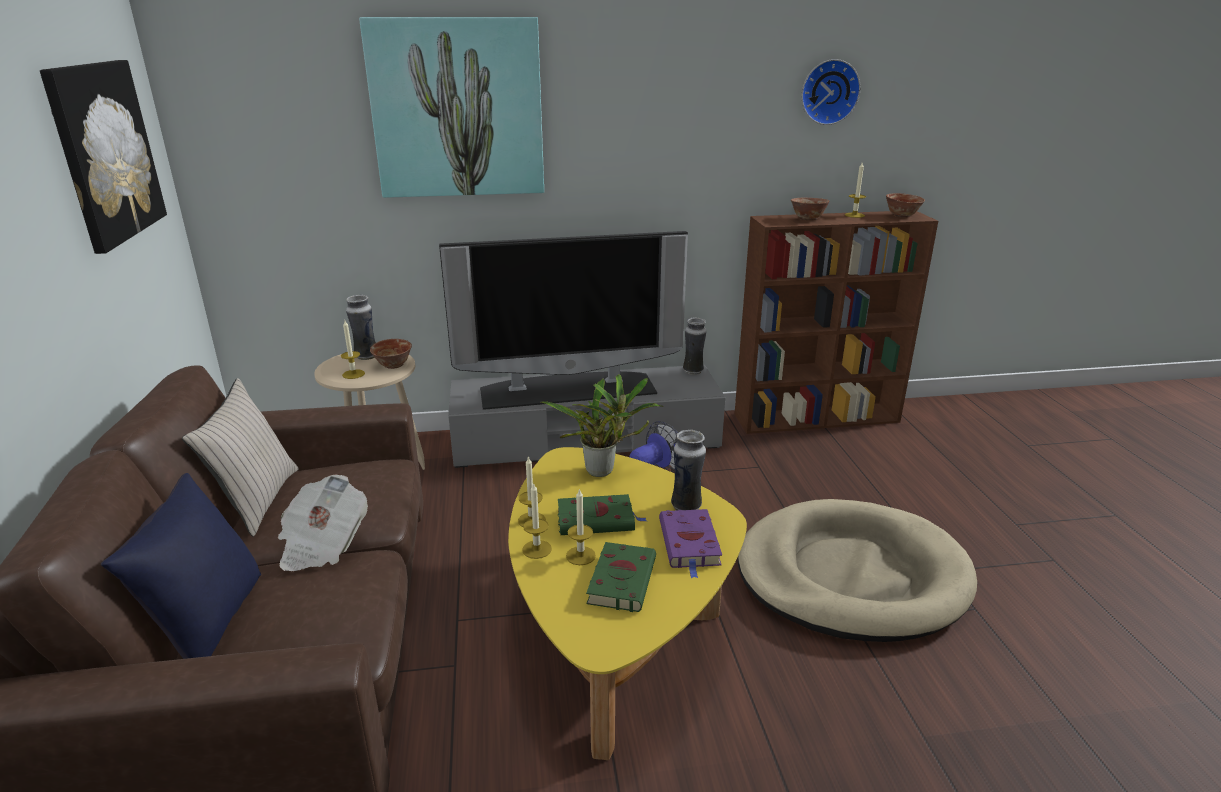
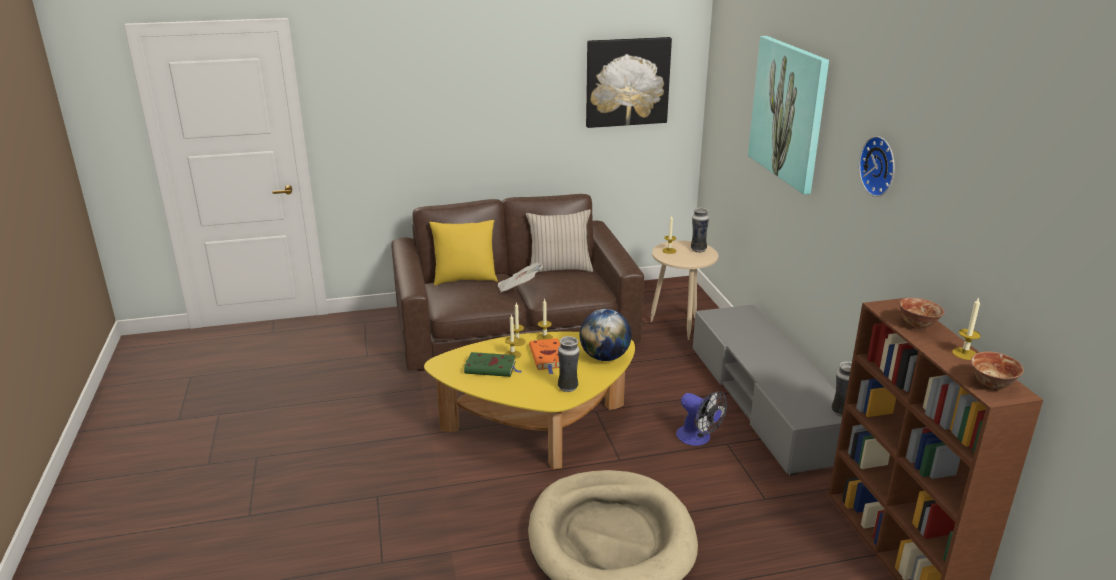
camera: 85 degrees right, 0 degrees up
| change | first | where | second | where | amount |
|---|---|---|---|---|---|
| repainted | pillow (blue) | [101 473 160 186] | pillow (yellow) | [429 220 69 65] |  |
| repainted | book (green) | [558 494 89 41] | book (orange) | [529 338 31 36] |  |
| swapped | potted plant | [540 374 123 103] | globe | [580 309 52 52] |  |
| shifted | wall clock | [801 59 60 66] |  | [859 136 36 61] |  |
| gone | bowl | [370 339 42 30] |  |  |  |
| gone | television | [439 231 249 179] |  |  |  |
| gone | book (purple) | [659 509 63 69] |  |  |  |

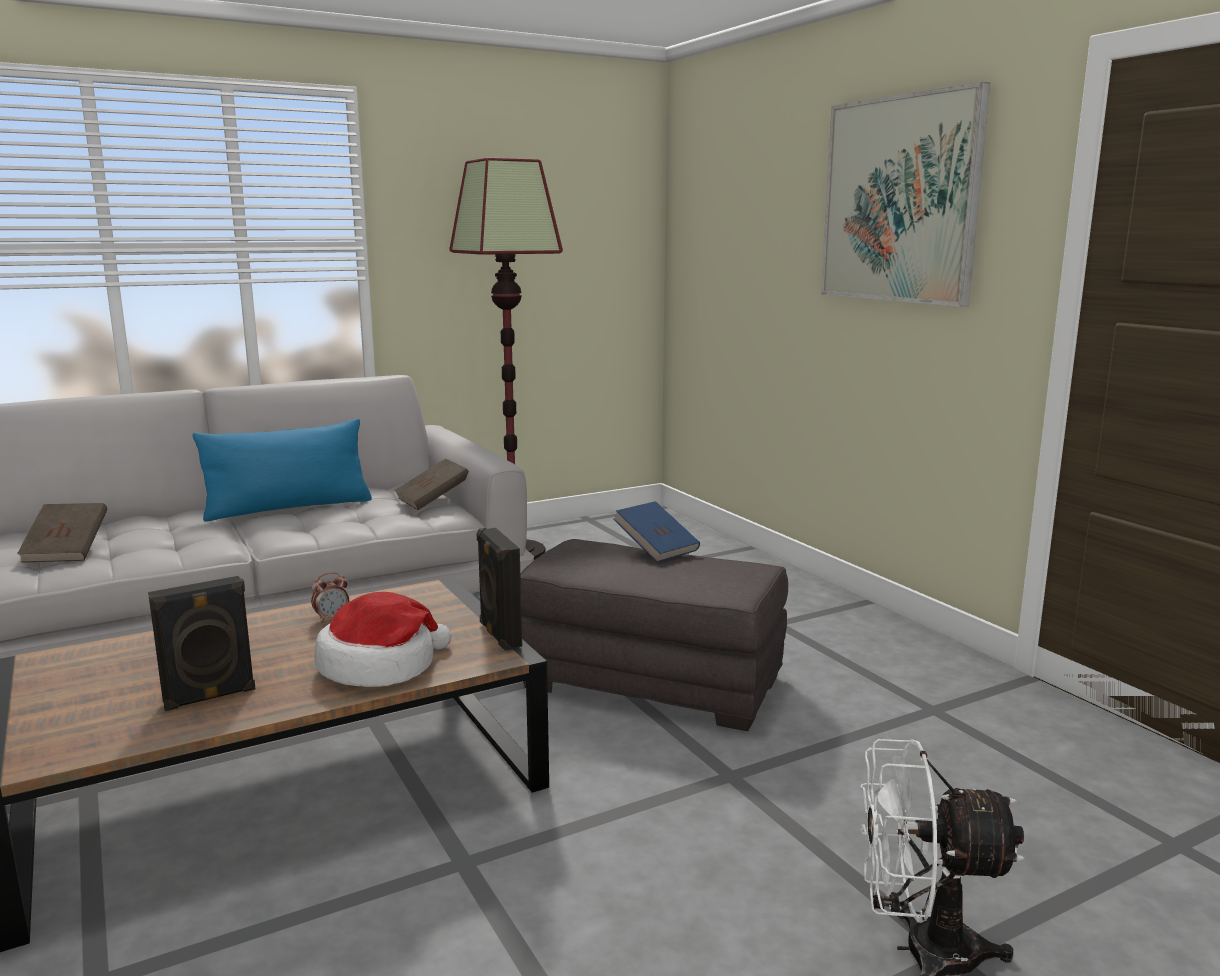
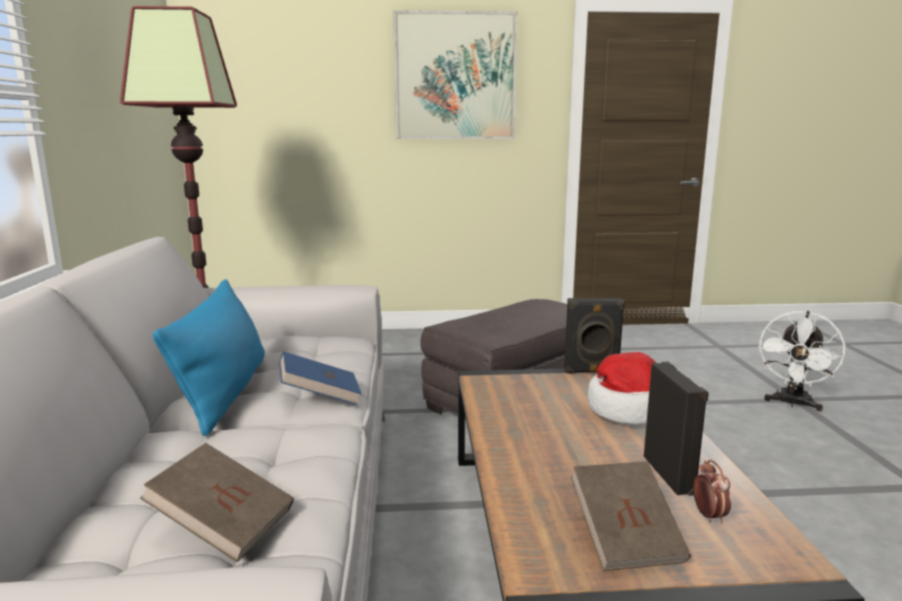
camera: 65 degrees left, 0 degrees up
| change | first | where | second | where | amount |
|---|---|---|---|---|---|
| shifted | book (blue) | [613 501 87 61] |  | [279 351 83 54] |  |
| shifted | book (brown) | [394 458 75 52] |  | [571 461 120 110] |  |
| shifted | alarm clock | [311 572 38 51] |  | [693 460 38 63] |  |

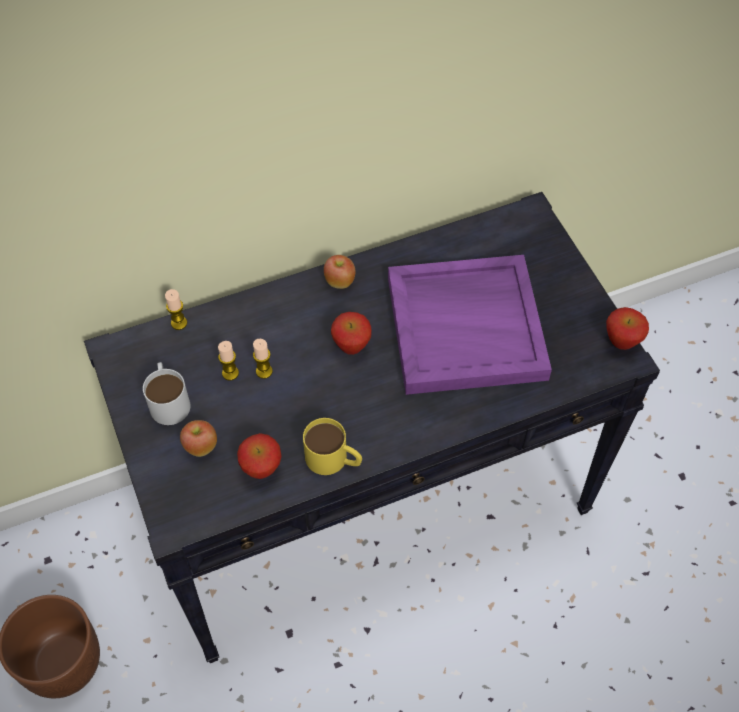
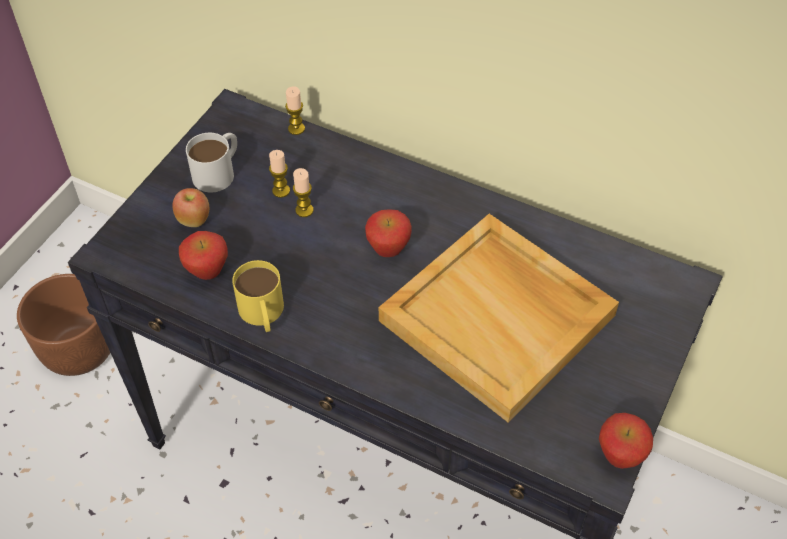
camera: 50 degrees right, 5 degrees down
| change | first | where | second | where | amount |
|---|---|---|---|---|---|
| repainted | tray (purple) | [388 255 164 140] | tray (beige) | [379 214 240 209] |  |
| gone | apple | [324 255 31 34] |  |  |  |

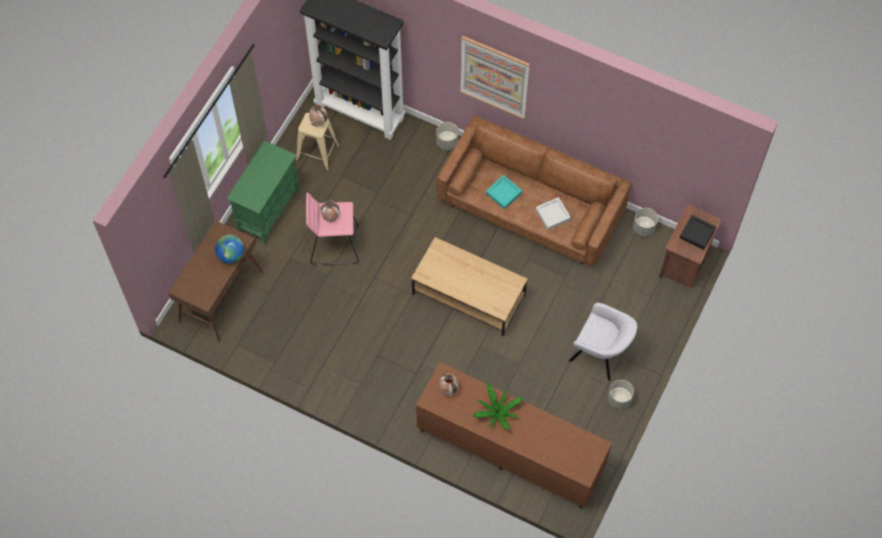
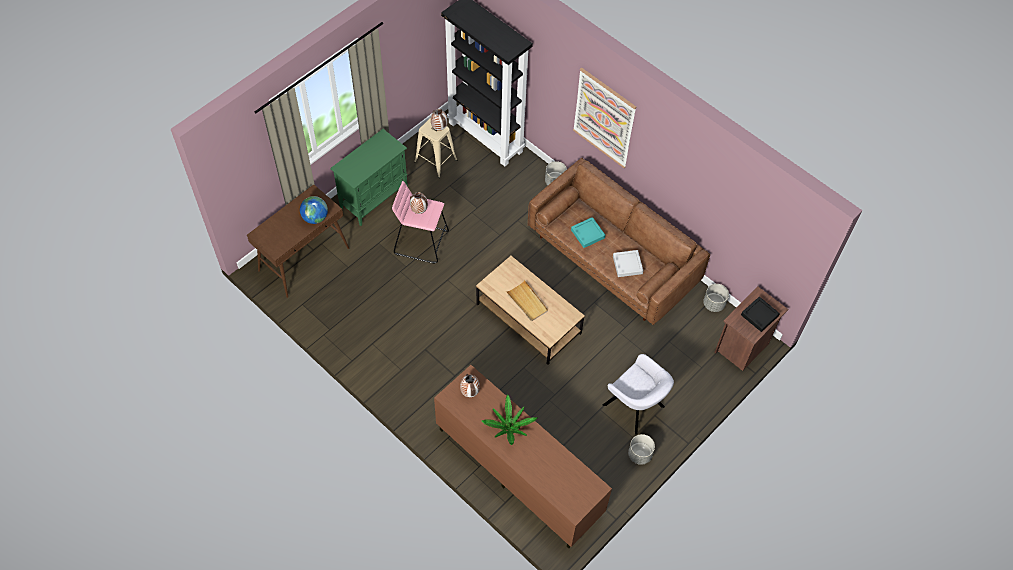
camera: 15 degrees right, 5 degrees down
| change | first | where | second | where | amount |
|---|---|---|---|---|---|
| new |  |  | tray (beige) | [507 280 41 41] |  |

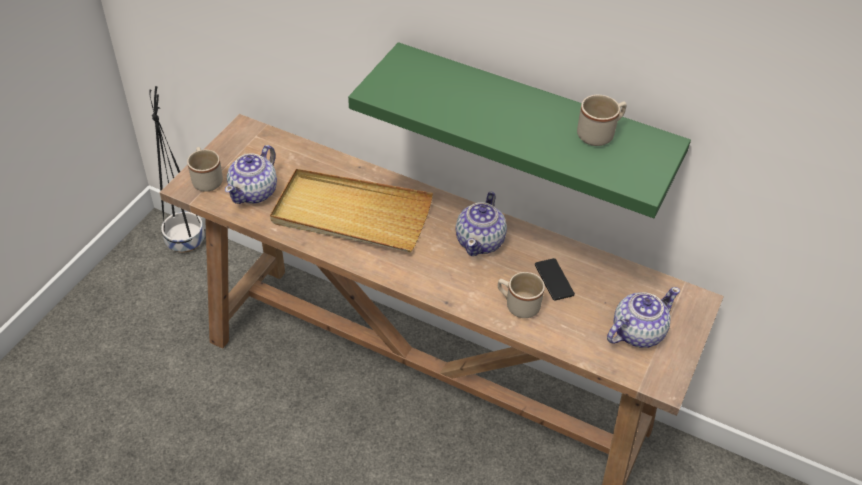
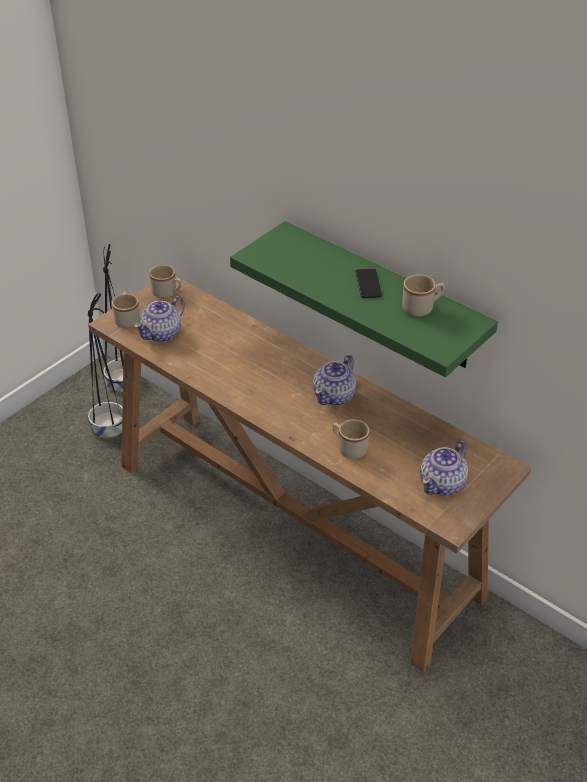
camera: 15 degrees right, 5 degrees down
| change | first | where | second | where | amount |
|---|---|---|---|---|---|
| new |  |  | planter (black) | [88 293 35 146] |  |
| new |  |  | mug (beige) | [149 265 33 33] |  |
| shifted | phone | [535 258 40 43] |  | [355 269 27 29] |  |
| rotated | teapot | [607 287 73 61] |  | [420 441 48 55] | 150 degrees clockwise |
| gone | tray (beige) | [270 169 163 83] |  |  |  |

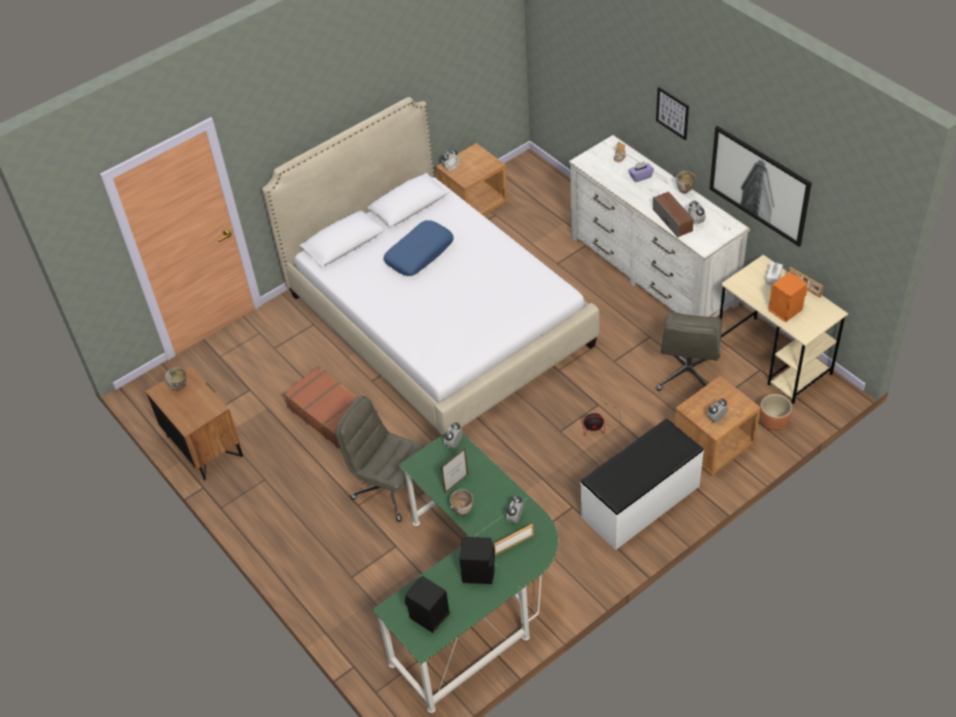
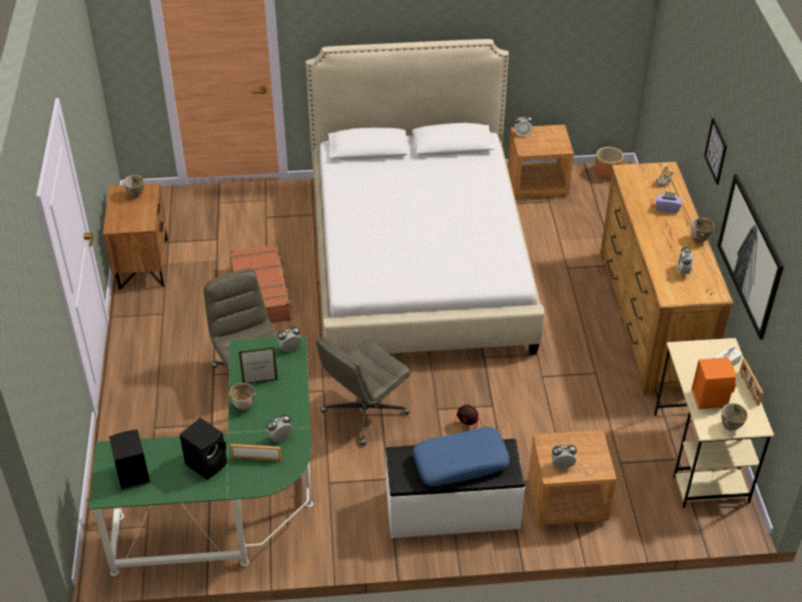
camera: 30 degrees right, 5 degrees down
| change | first | where | second | where | amount |
|---|---|---|---|---|---|
| shifted | office chair (grey) | [656 312 66 79] |  | [316 337 95 109] |  |
| shifted | pillow (blue) | [384 220 70 56] |  | [413 427 97 59] |  |
| shifted | planter (brown) | [759 394 33 37] |  | [595 147 29 32] |  |
| repainted | dresser (white) | [569 135 181 182] | dresser (brown) | [600 162 134 233] |  |
| new |  |  | bowl | [721 403 27 28] |  |
| gone | speaker | [653 192 41 45] |  |  |  |

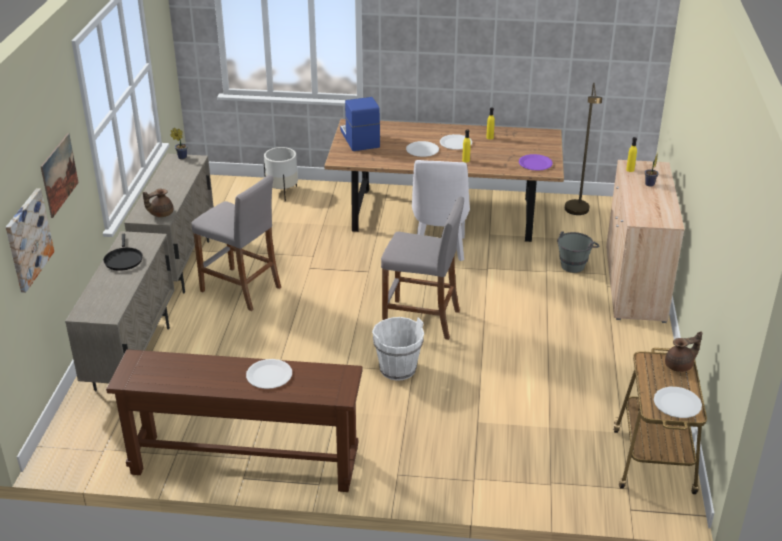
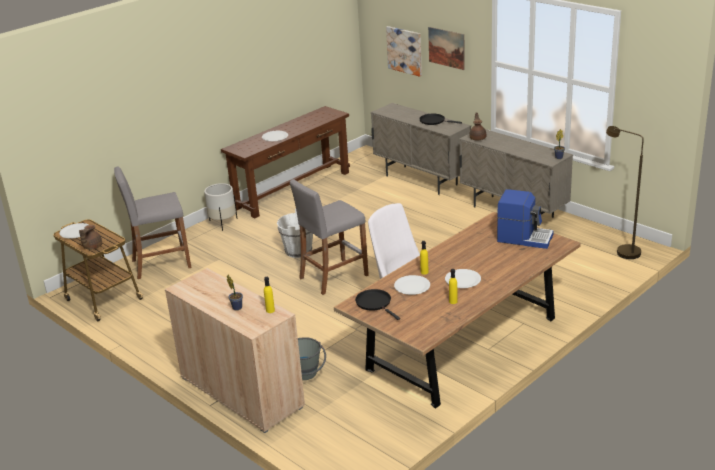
camera: 130 degrees right, 5 degrees down
| change | first | where | second | where | amount |
|---|---|---|---|---|---|
| shifted | stool (grey) | [192 175 89 136] |  | [114 166 77 113] |  |
| shifted | planter (white) | [264 147 34 54] |  | [204 183 33 48] |  |
| swapped | plate (purple) | [519 154 34 17] | frying pan (black) | [355 289 45 31] |  |
| shifted | plate (white) | [406 141 33 16] |  | [394 275 36 20] |  |
| shifted | floor lamp (brown) | [565 82 37 133] |  | [606 126 38 133] |  |

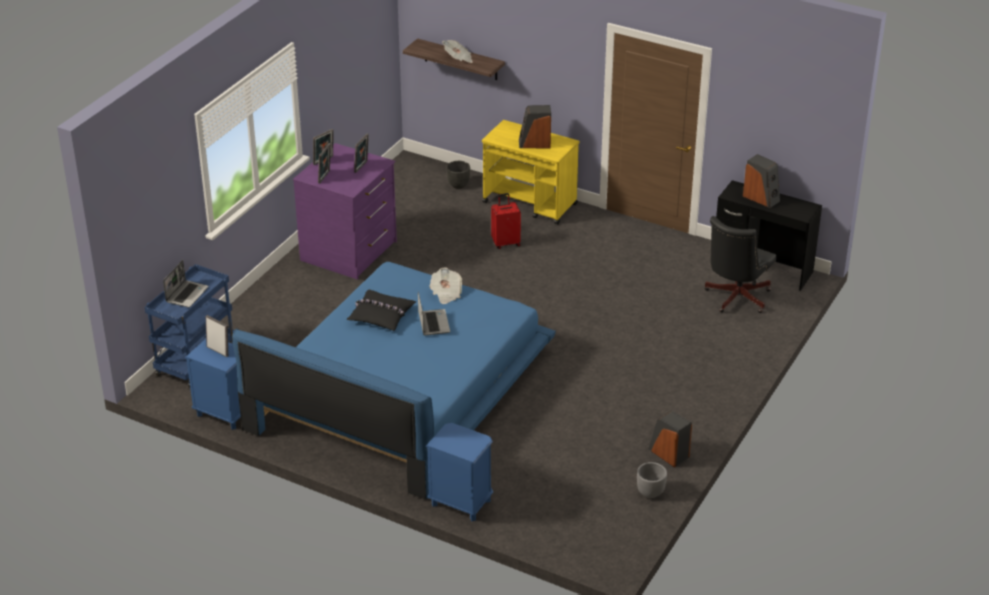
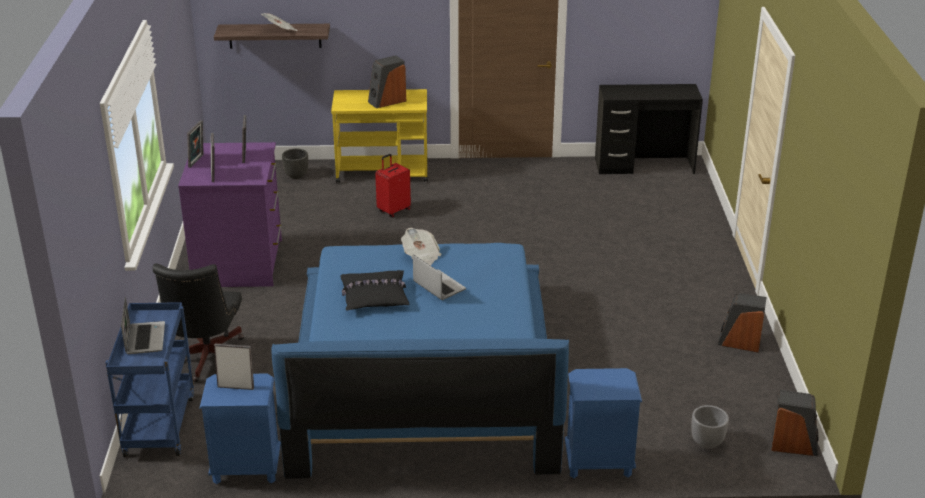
camera: 30 degrees left, 5 degrees down
| change | first | where | second | where | amount |
|---|---|---|---|---|---|
| shifted | office chair (black) | [705 216 71 97] |  | [153 263 91 119] |  |
| shifted | planter (grey) | [637 462 30 36] |  | [691 405 38 44] |  |
| shifted | speaker | [743 154 37 54] |  | [771 390 47 66] |  |

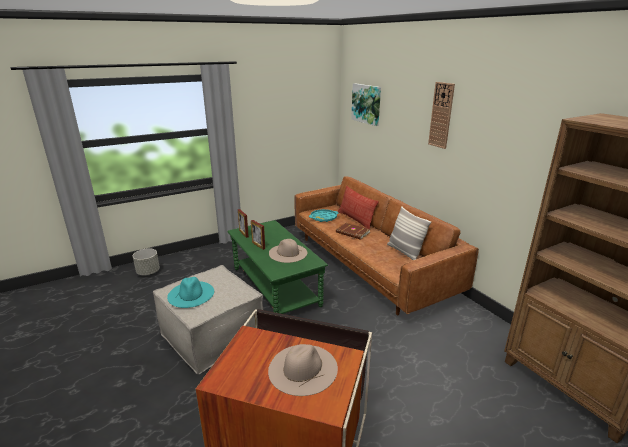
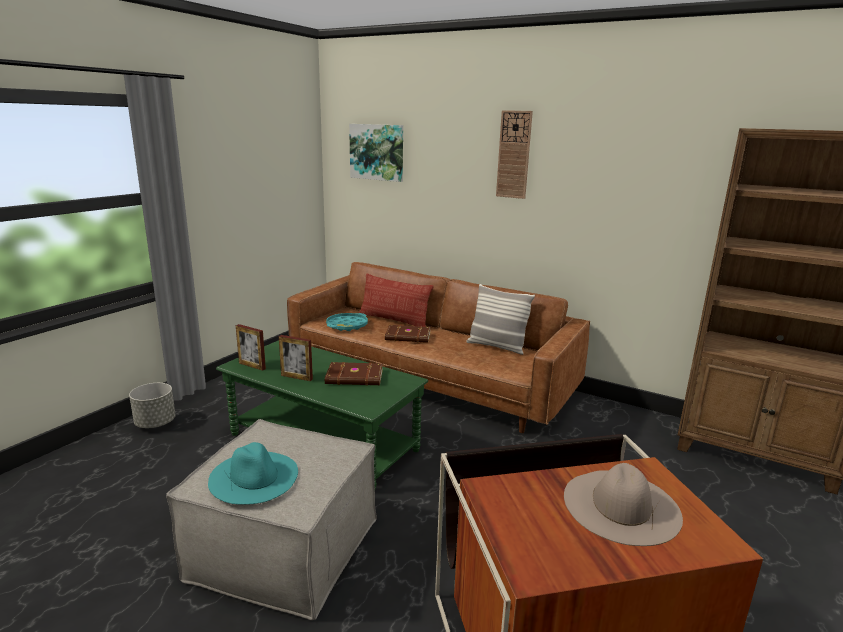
camera: 30 degrees left, 5 degrees down
| change | first | where | second | where | amount |
|---|---|---|---|---|---|
| shifted | planter (grey) | [133 248 27 27] |  | [129 383 46 45] |  |
| swapped | hat (beige) | [269 239 38 24] | book (brown) | [325 362 58 24] |  |

